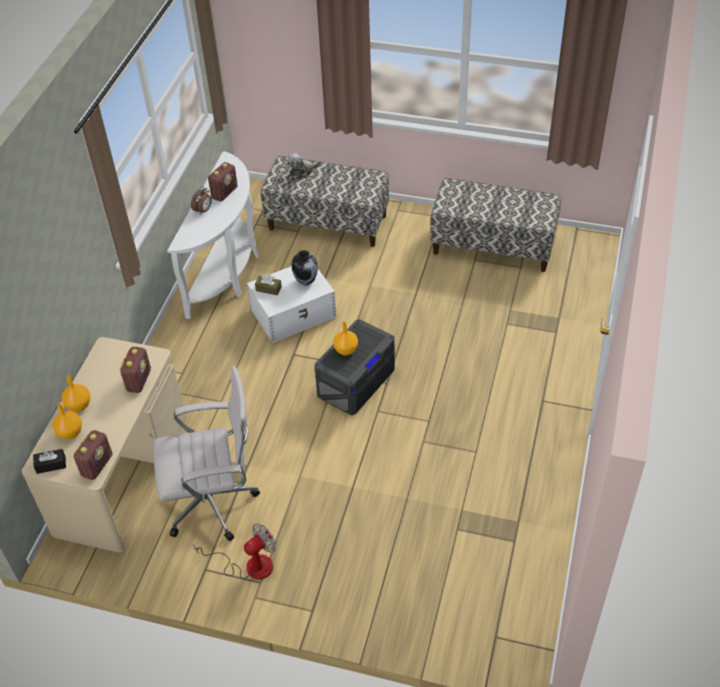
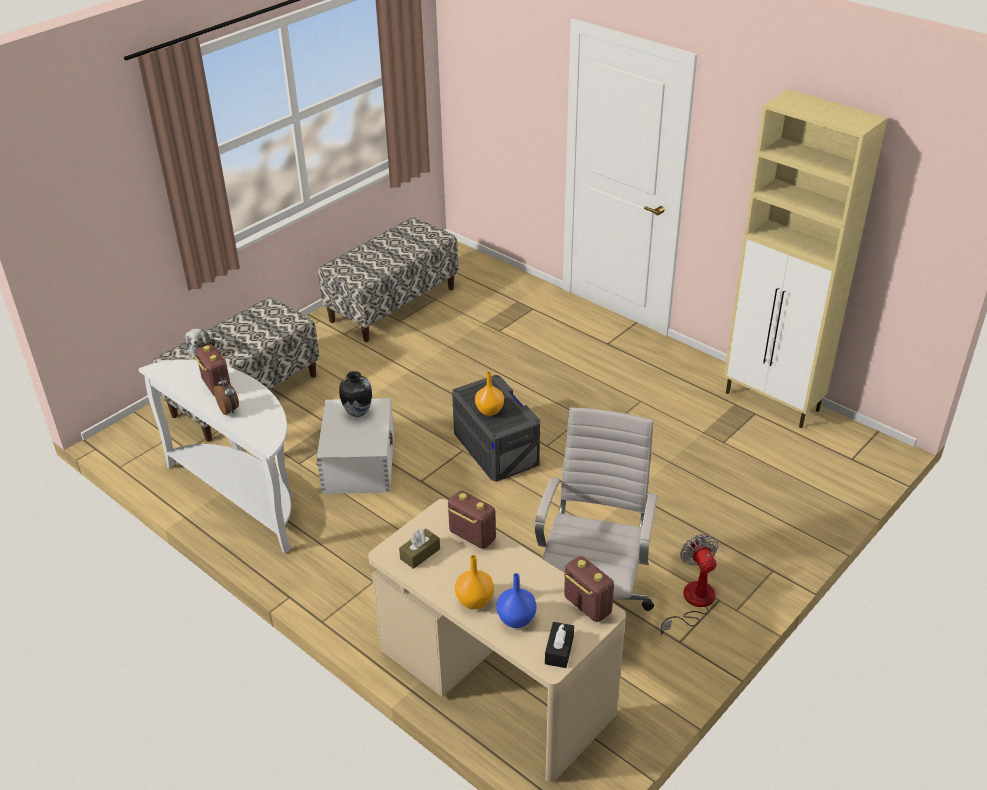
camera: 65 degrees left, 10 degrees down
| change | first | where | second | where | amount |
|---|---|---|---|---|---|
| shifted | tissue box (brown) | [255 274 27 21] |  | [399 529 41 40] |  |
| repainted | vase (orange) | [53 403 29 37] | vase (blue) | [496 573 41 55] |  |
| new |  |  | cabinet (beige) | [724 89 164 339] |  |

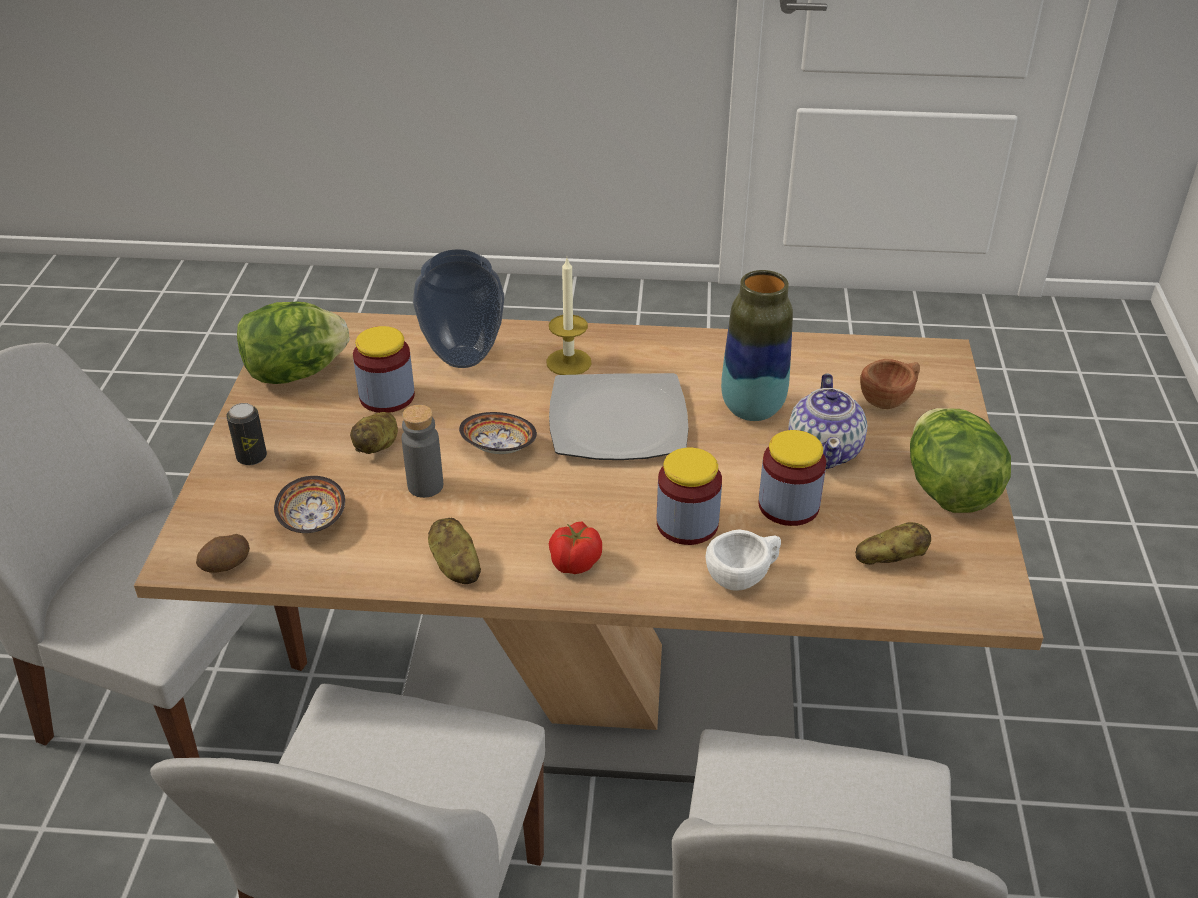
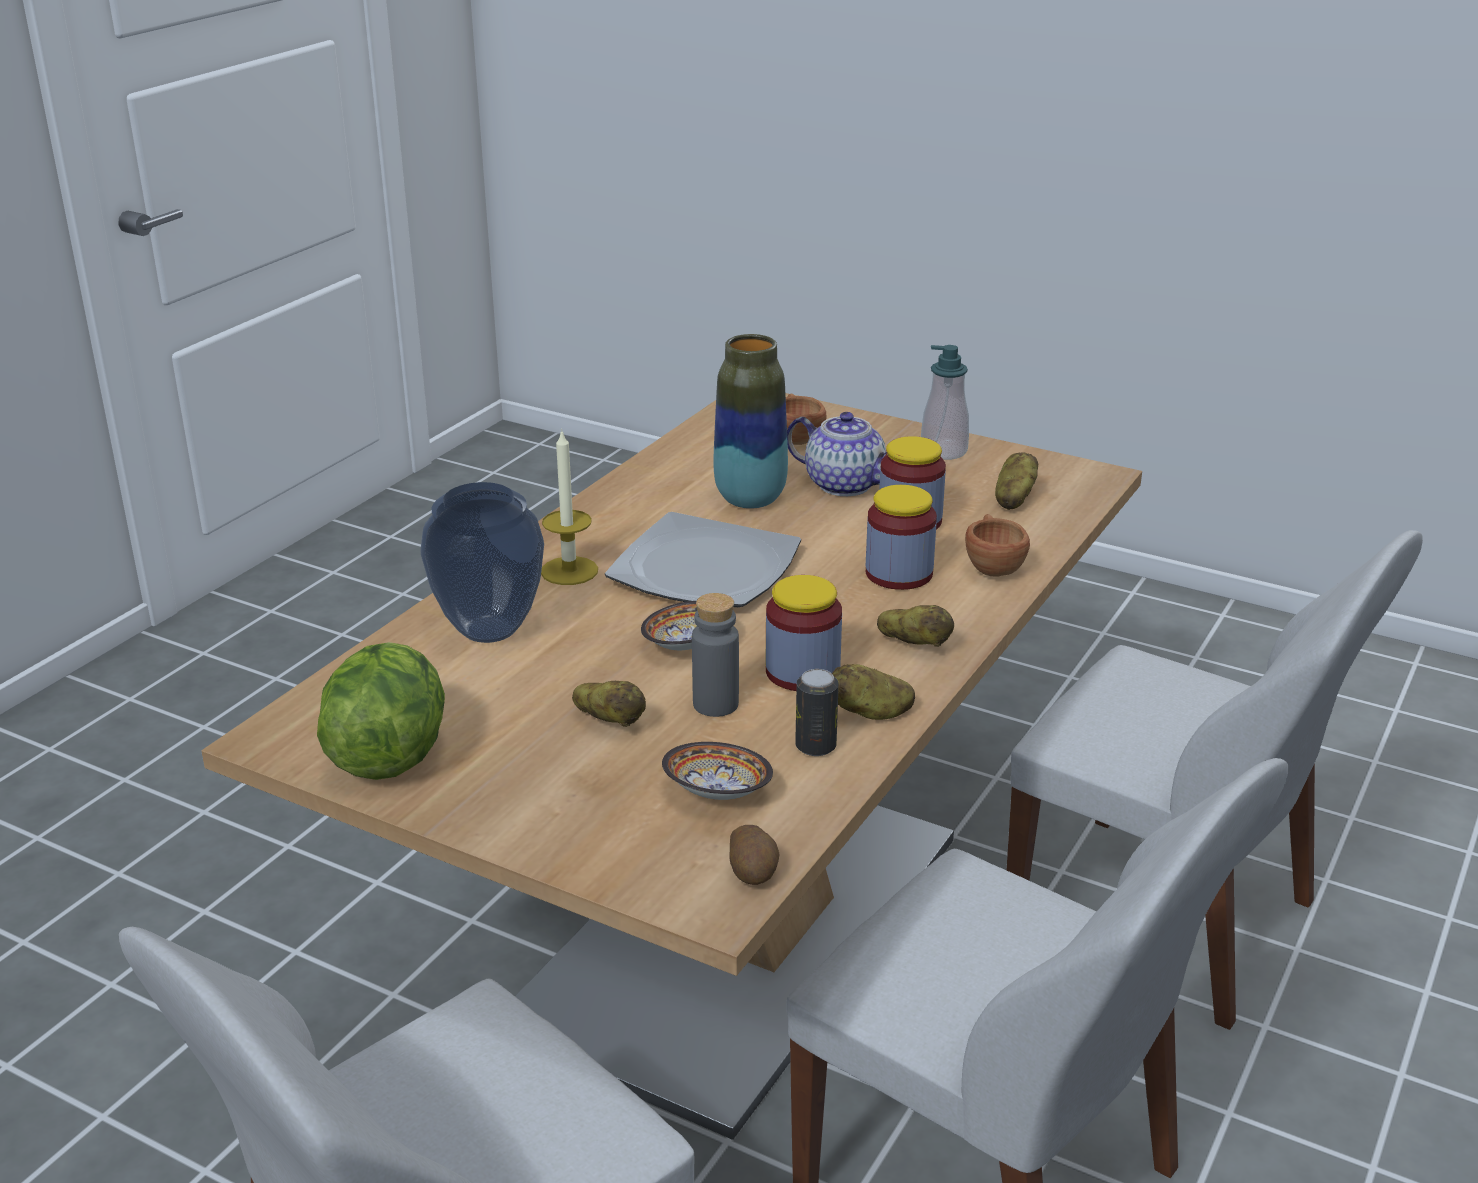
camera: 65 degrees left, 10 degrees down
| change | first | where | second | where | amount |
|---|---|---|---|---|---|
| shifted | jar | [353 326 62 87] |  | [765 575 77 116] |  |
| shifted | can | [226 403 41 62] |  | [795 669 44 87] |  |
| swapped | tomato | [549 522 53 52] | potato | [877 605 77 42] |  |
| swapped | lettuce | [910 408 101 105] | soap dispenser | [921 345 48 115] |  |
| repainted | cup (white) | [706 530 75 61] | cup (brown) | [965 514 65 63] |  |

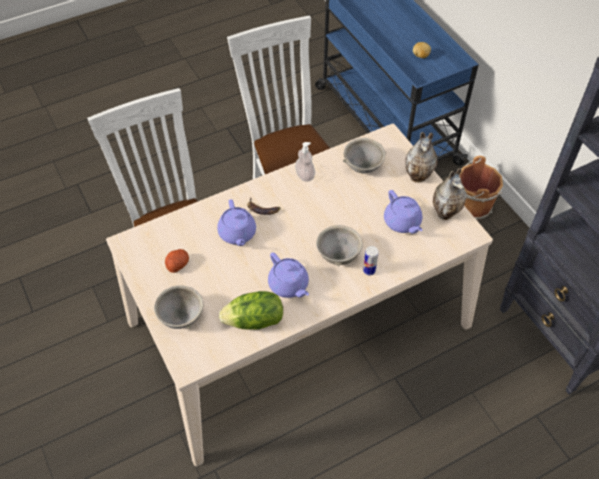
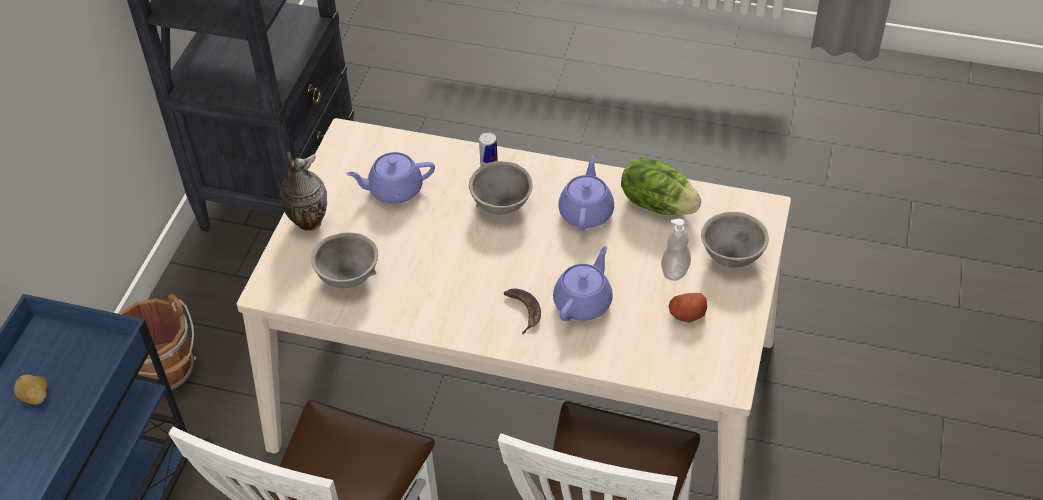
camera: 135 degrees left, 5 degrees down
| change | first | where | second | where | amount |
|---|---|---|---|---|---|
| rotated | teapot (purple) | [384 190 38 44] |  | [346 152 89 52] | 120 degrees counterclockwise |
| shifted | soap dispenser | [295 142 20 40] |  | [661 219 30 62] |  |
| gone | vase | [433 168 34 52] |  |  |  |

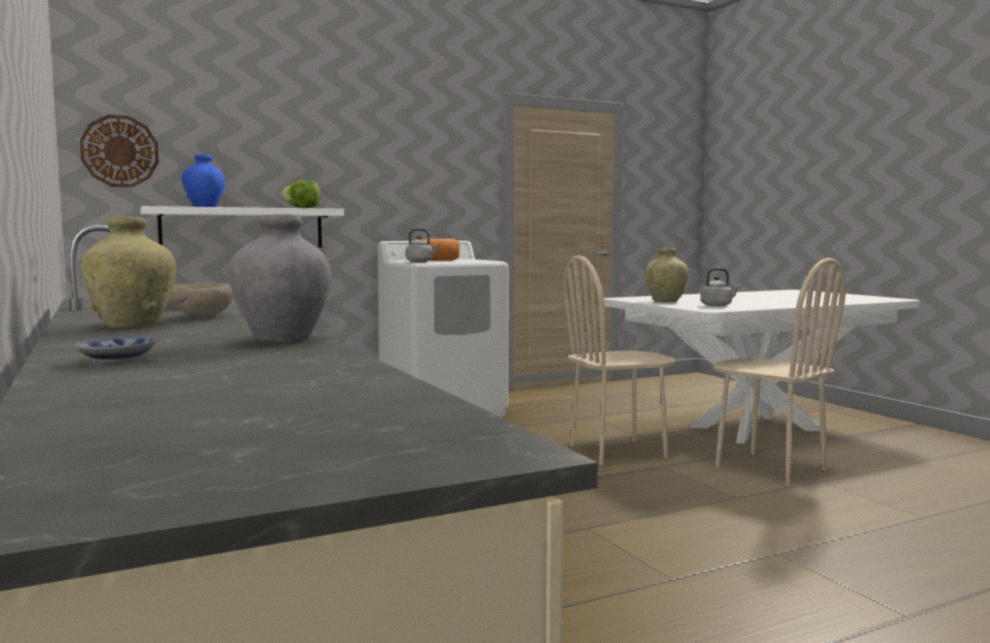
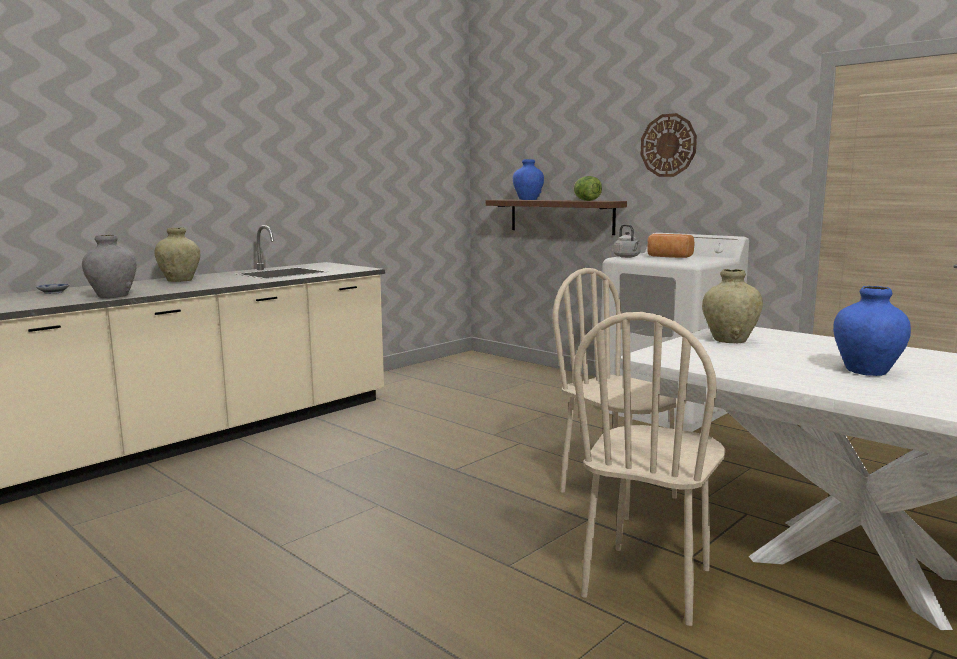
camera: 70 degrees right, 5 degrees up
| change | first | where | second | where | amount |
|---|---|---|---|---|---|
| repainted | shelf (white) | [140 206 204 41] | shelf (brown) | [486 199 141 36] |  |
| shifted | wall clock | [80 115 79 72] |  | [640 113 57 64] |  |
| new |  |  | vase (blue) | [833 286 78 90] |  |
| gone | bowl (beige) | [168 283 66 34] |  |  |  |
| gone | kettle (grey) | [701 268 40 39] |  |  |  |

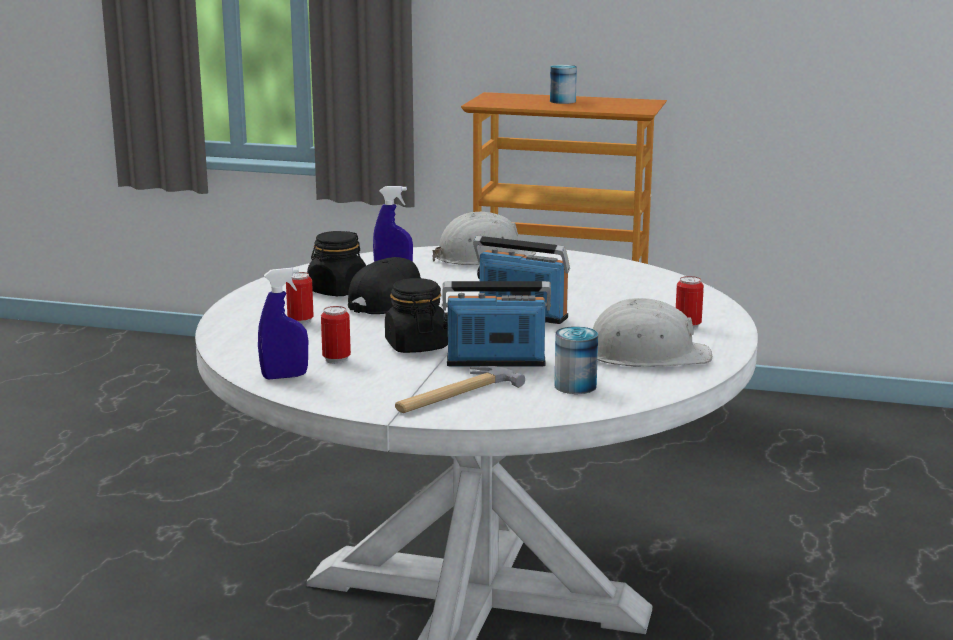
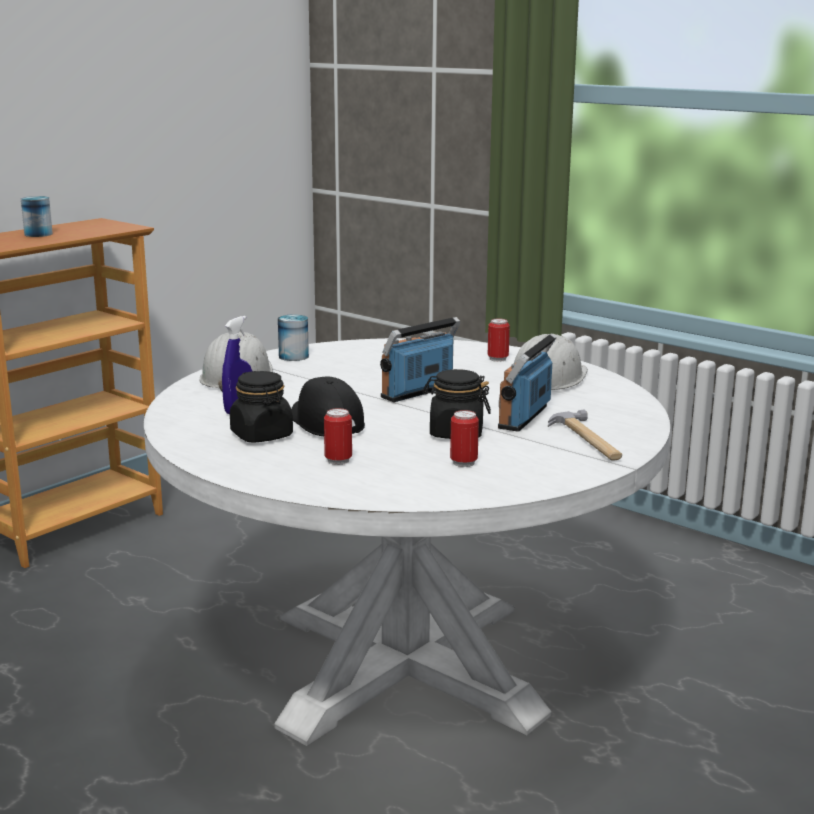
camera: 65 degrees left, 0 degrees up
| change | first | where | second | where | amount |
|---|---|---|---|---|---|
| shifted | can | [554 326 44 68] |  | [278 314 31 47] |  |
| gone | spray bottle (blue) | [258 268 50 111] |  |  |  |

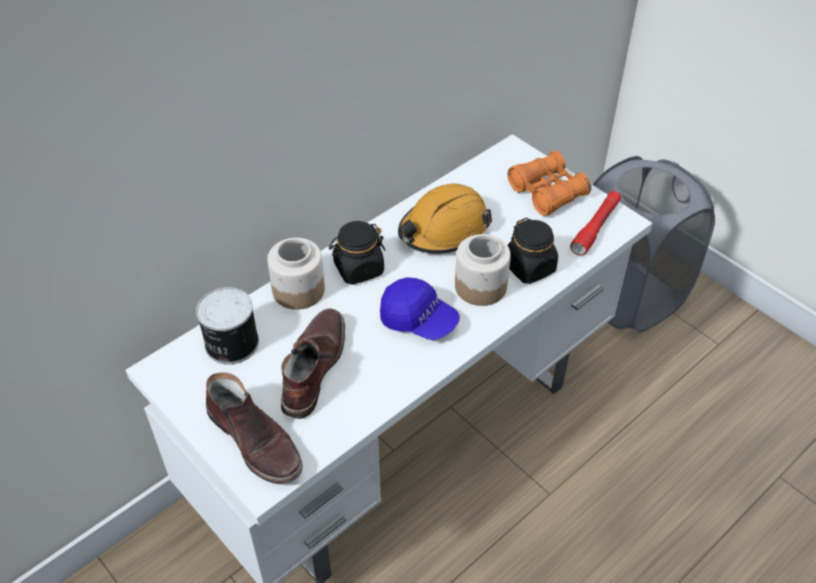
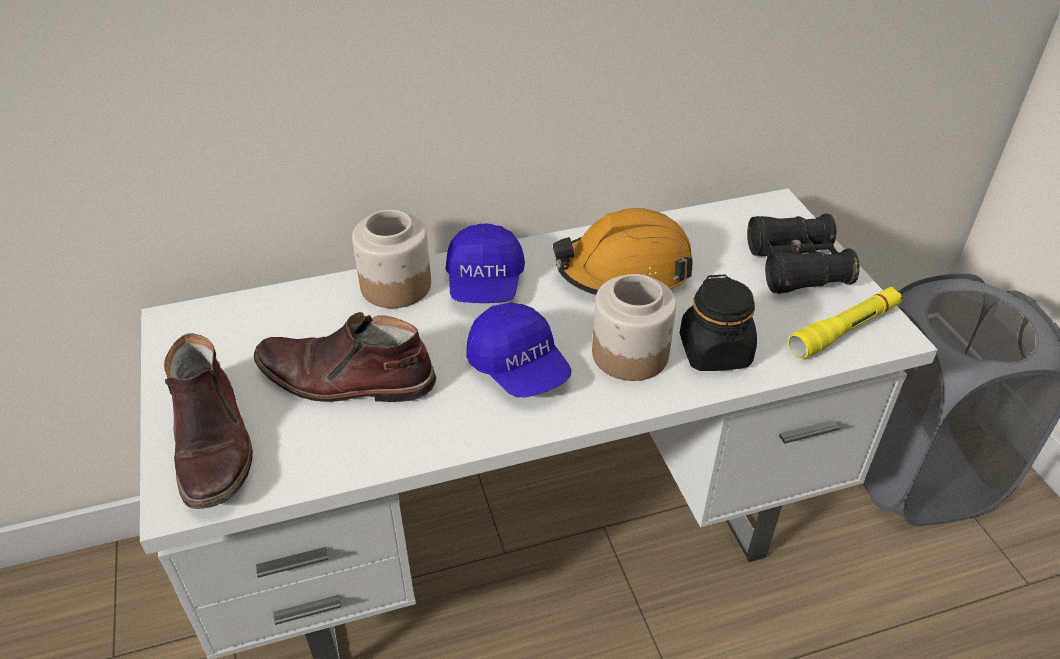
camera: 25 degrees right, 5 degrees down
| change | first | where | second | where | amount |
|---|---|---|---|---|---|
| rotated | boot (brown) | [281 309 64 110] |  | [254 312 182 90] | 120 degrees counterclockwise |
| swapped | jar (black) | [329 221 57 64] | cap (blue) | [446 223 79 80] |  |
| repainted | binoculars (orange) | [507 151 84 65] | binoculars (black) | [747 213 113 81] |  |
| repainted | flashlight (red) | [570 191 51 65] | flashlight (yellow) | [788 287 114 72] |  |
| gone | can | [196 287 63 78] |  |  |  |

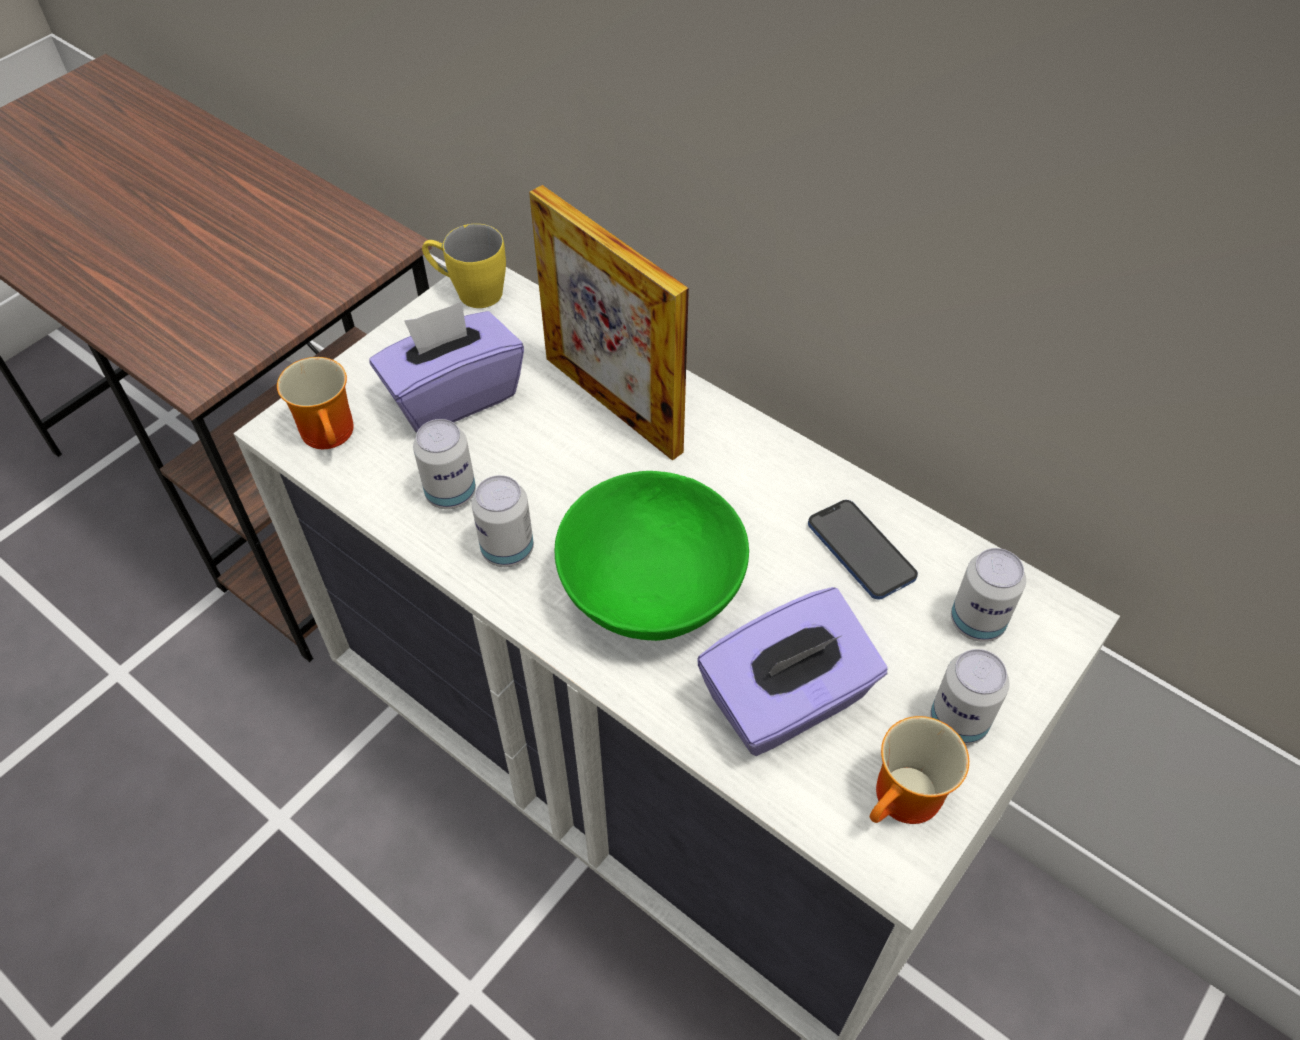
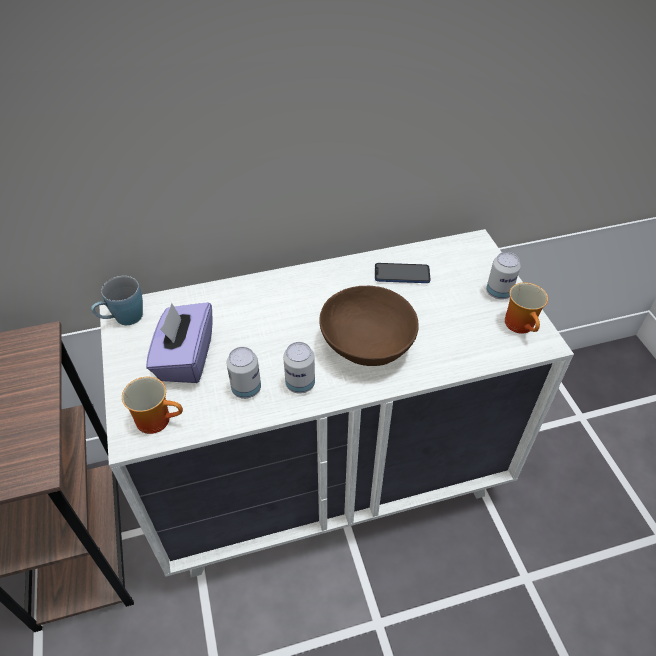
camera: 55 degrees left, 5 degrees down
| change | first | where | second | where | amount |
|---|---|---|---|---|---|
| repainted | mug (yellow) | [422 224 84 84] | mug (blue) | [91 276 52 49] |  |
| repainted | bowl (green) | [555 471 194 170] | bowl (brown) | [319 286 100 80] |  |
| gone | picture frame | [529 185 160 276] |  |  |  |
| gone | tissue box (purple) | [697 587 191 169] |  |  |  |
| gone | can | [951 548 75 94] |  |  |  |

